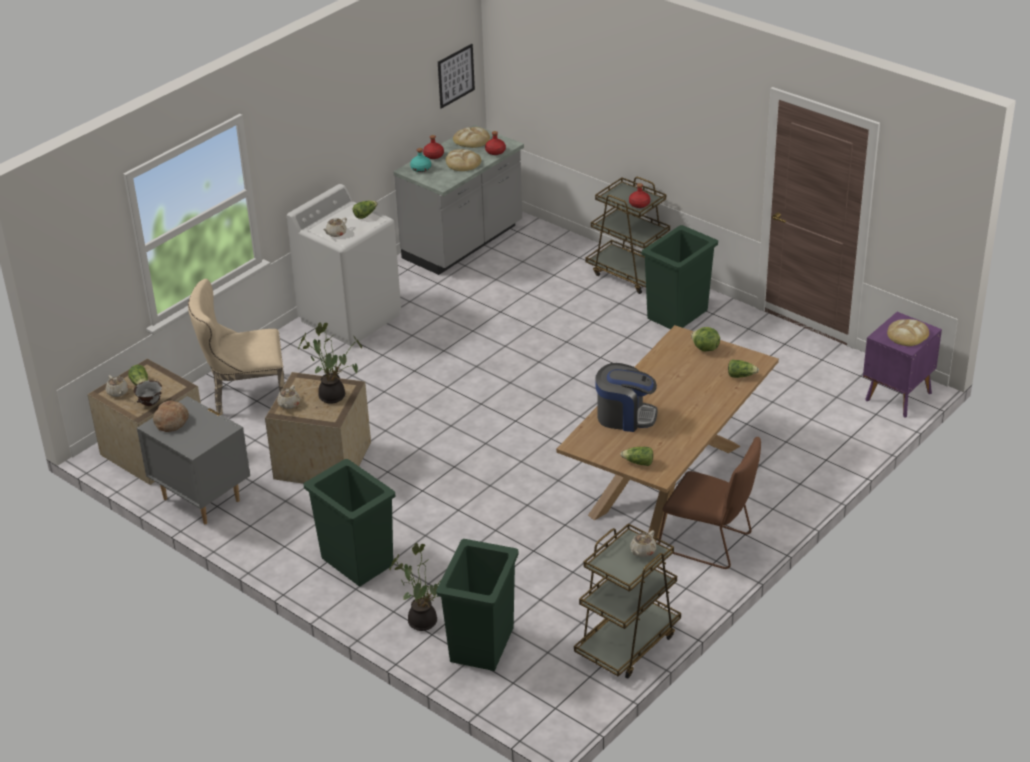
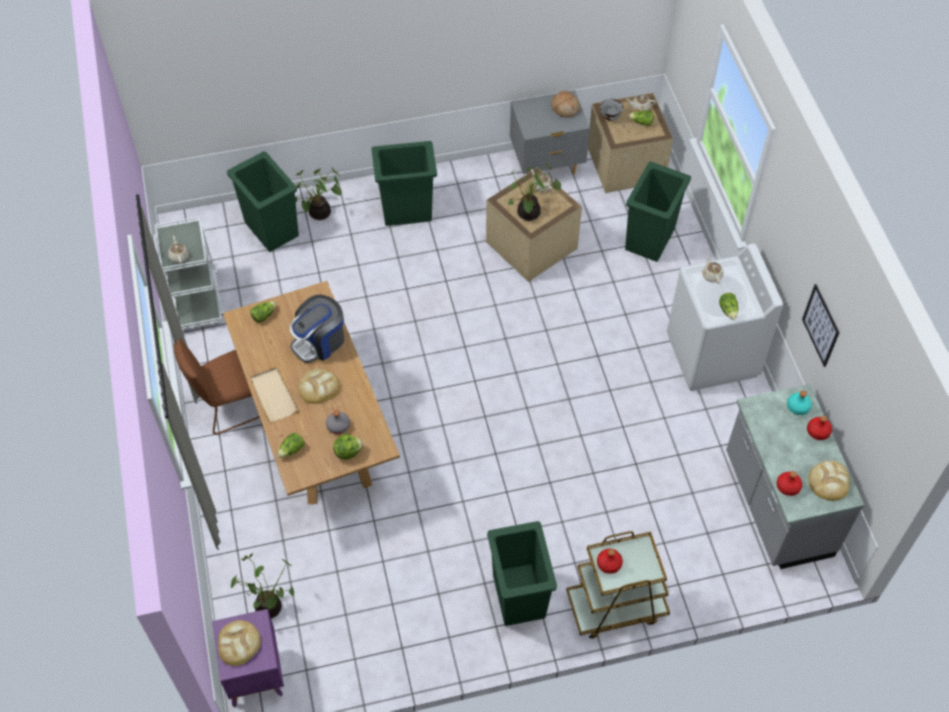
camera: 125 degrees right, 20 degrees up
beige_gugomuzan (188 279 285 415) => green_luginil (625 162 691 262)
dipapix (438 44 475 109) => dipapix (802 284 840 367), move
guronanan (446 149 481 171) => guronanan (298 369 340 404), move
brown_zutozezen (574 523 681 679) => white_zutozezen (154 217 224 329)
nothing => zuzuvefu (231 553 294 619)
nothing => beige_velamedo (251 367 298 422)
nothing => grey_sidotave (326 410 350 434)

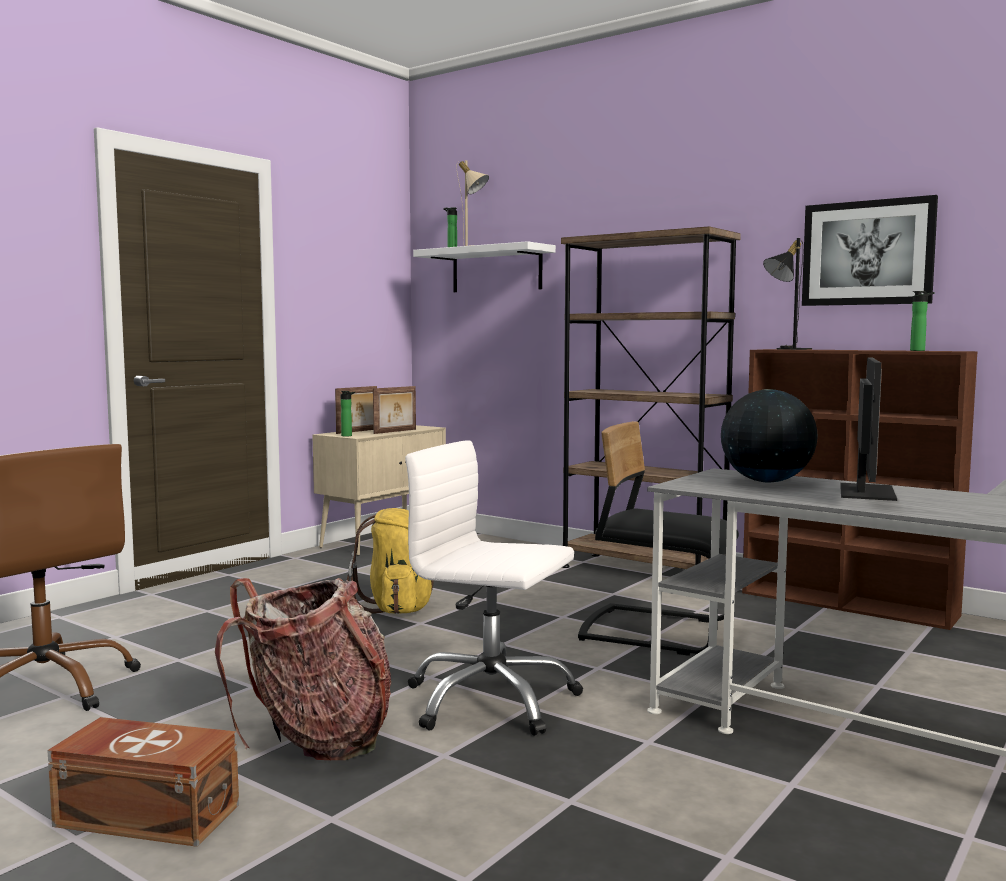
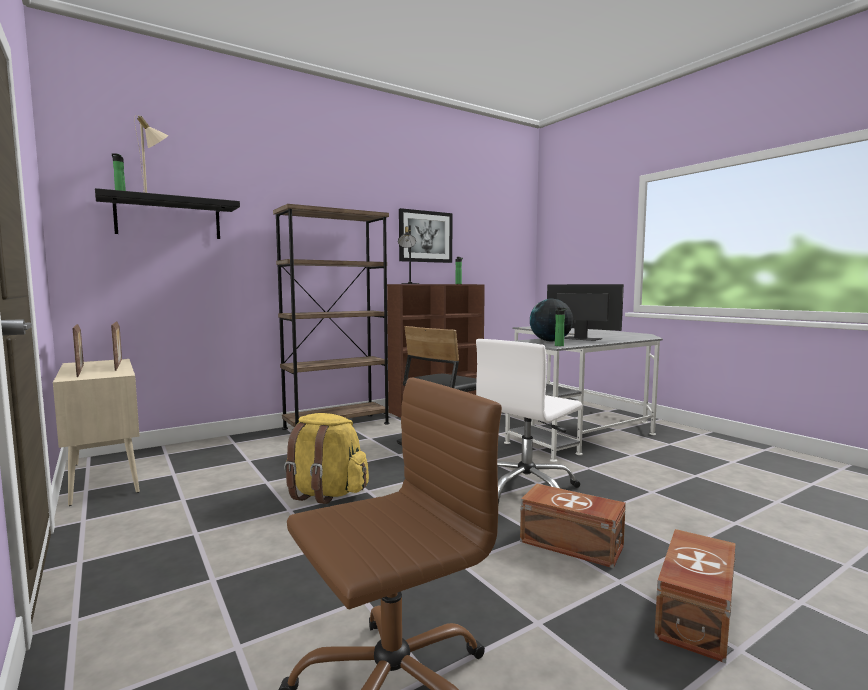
camera: 70 degrees left, 0 degrees up
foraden (215 578 391 760) => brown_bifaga (520 484 626 568)
sidotave (341 391 355 437) => sidotave (555 307 567 346), move
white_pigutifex (413 241 556 292) => black_pigutifex (95 188 240 239)

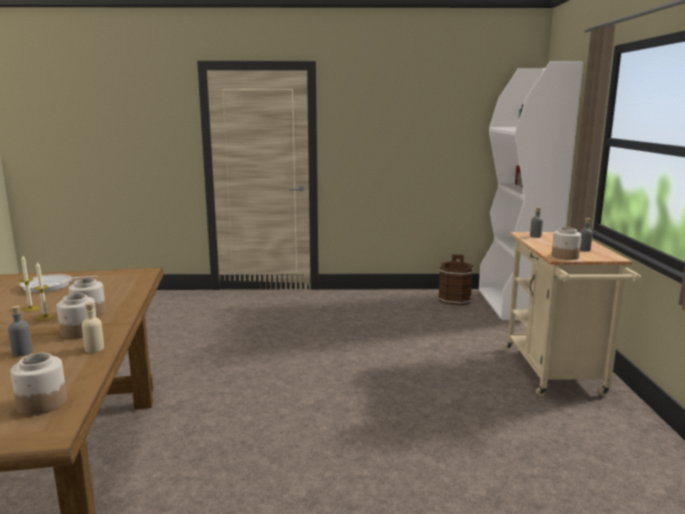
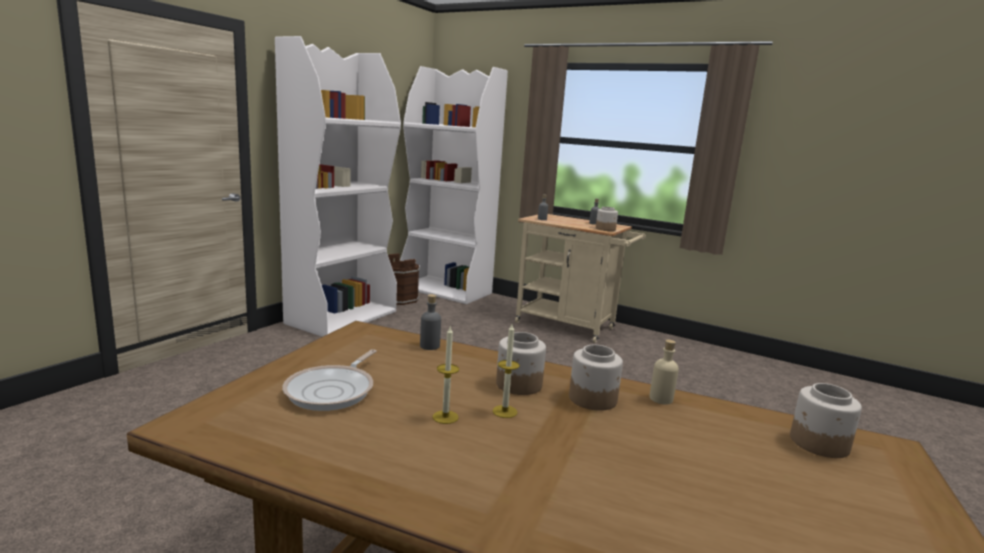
camera: 60 degrees left, 0 degrees up
grey_sidotave (8 305 33 357) => grey_sidotave (420 294 441 350), move
nothing => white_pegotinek (275 36 401 337)

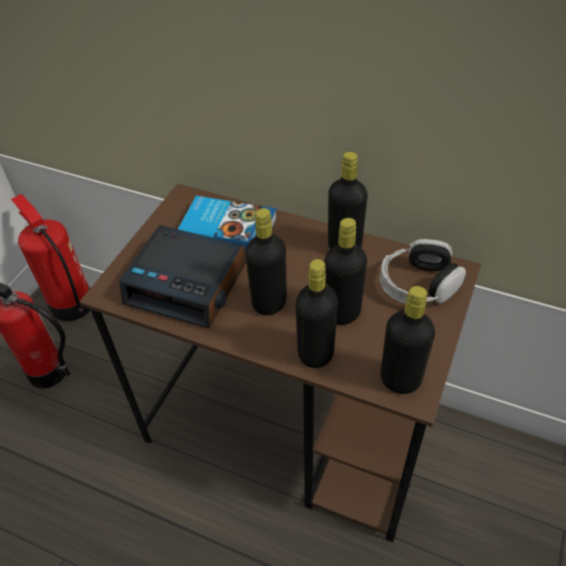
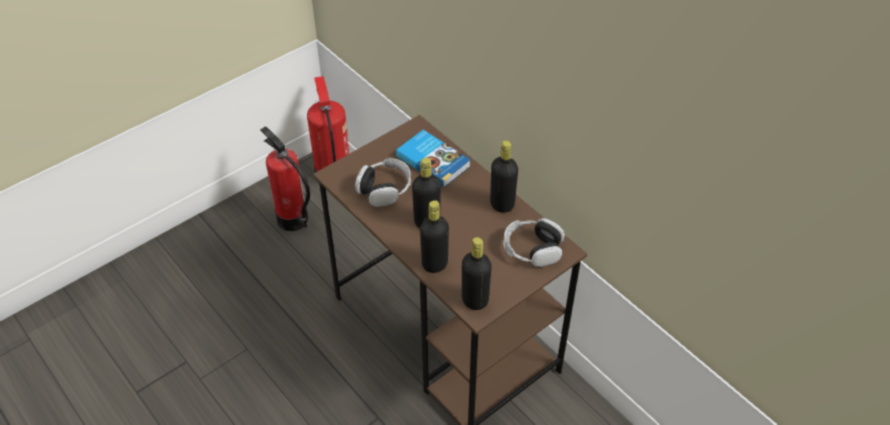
camera: 25 degrees right, 0 degrees up
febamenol (119 225 246 329) => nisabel (355 158 411 207)
black_sidotave (324 218 367 325) => nothing

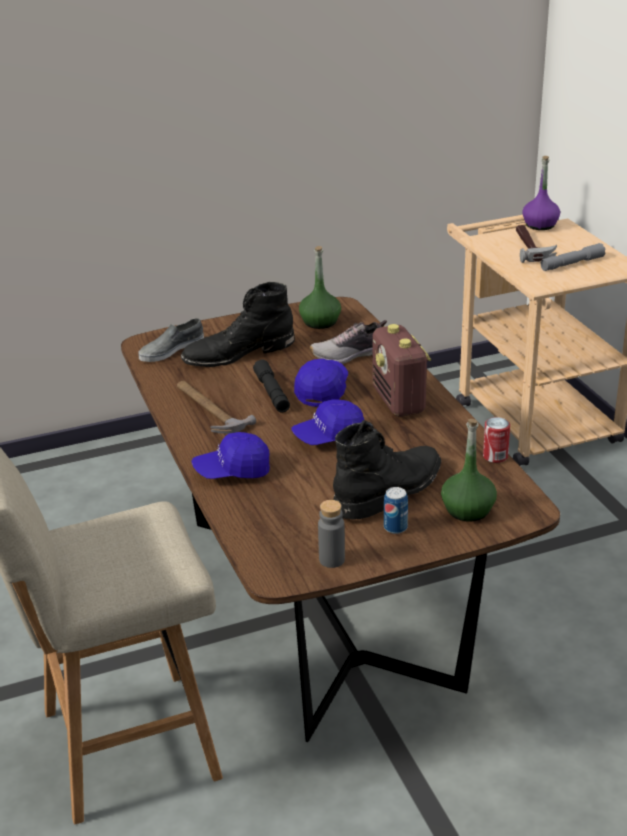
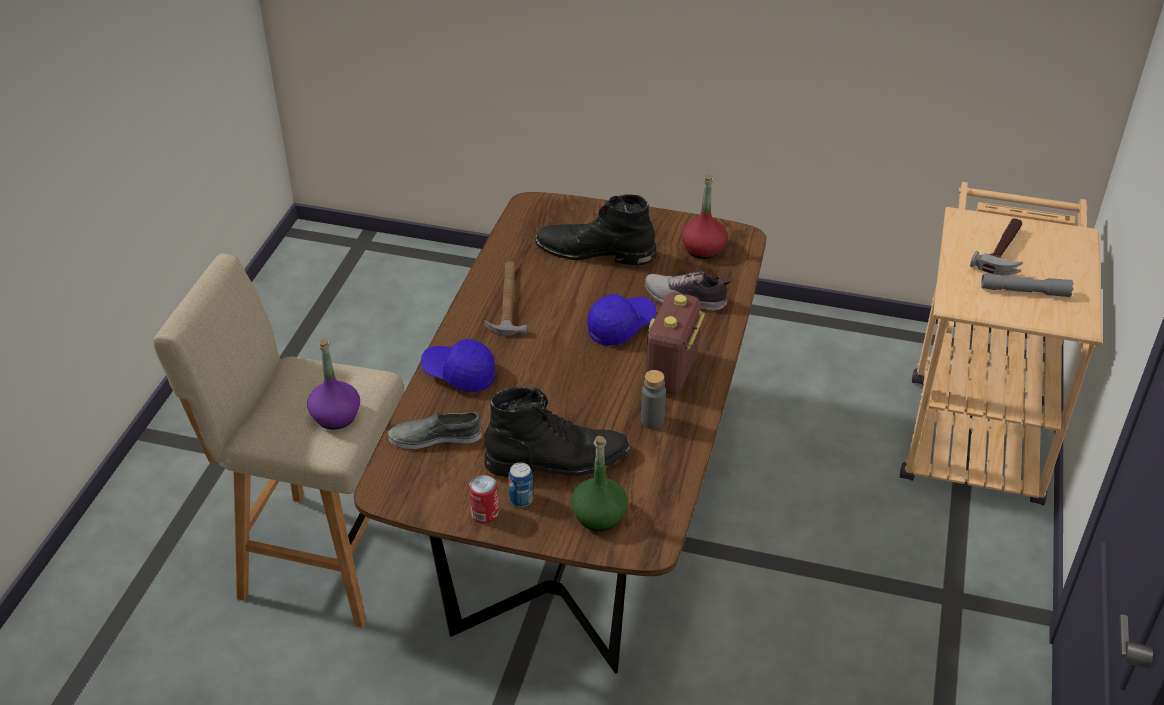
camera: 35 degrees right, 10 degrees up
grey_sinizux (138 318 204 362) => grey_sinizux (388 411 482 449), move
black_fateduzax (253 359 290 412) => nothing
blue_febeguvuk (291 399 364 445) => nothing
green_sidotave (299 246 341 329) => red_sidotave (681 174 727 259)
grey_sidotave (318 500 345 568) => grey_sidotave (641 370 666 429), move
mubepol (483 417 510 463) => mubepol (469 475 499 524), move
purple_sidotave (522 156 560 230) => purple_sidotave (307 338 360 430), move

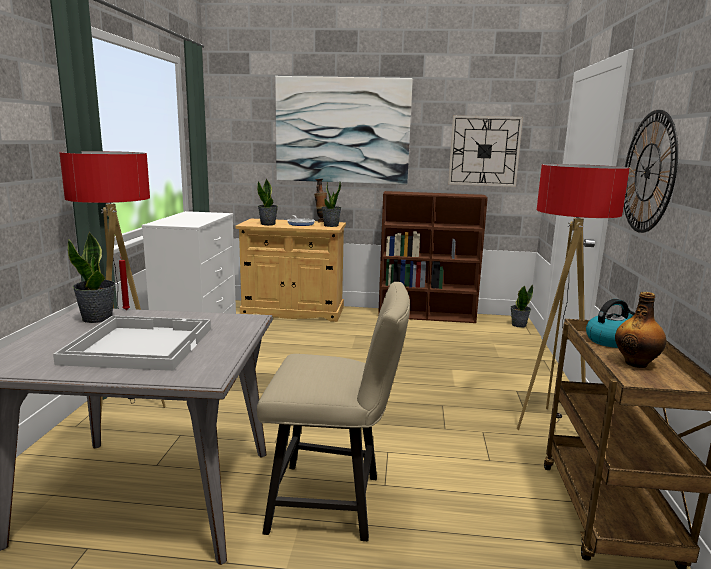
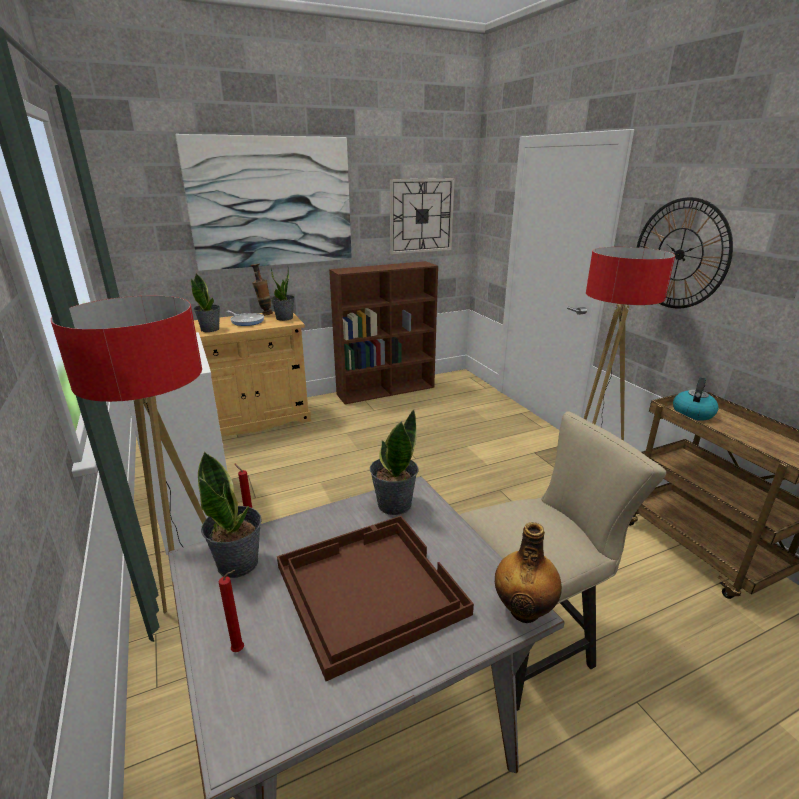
camera: 30 degrees left, 10 degrees up
white_velamedo (53 316 211 371) => brown_velamedo (277 516 474 681)
zuzuvefu (511 285 533 328) => zuzuvefu (370 410 418 515), move
sidotave (615 292 666 368) => sidotave (495 522 562 623), move
nothing => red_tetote (219 570 244 652)

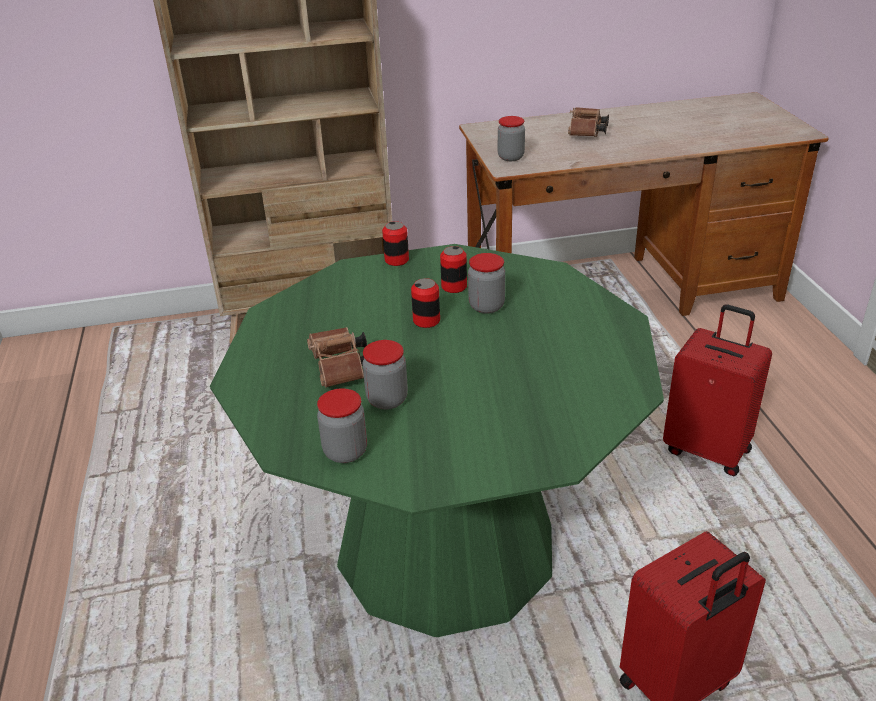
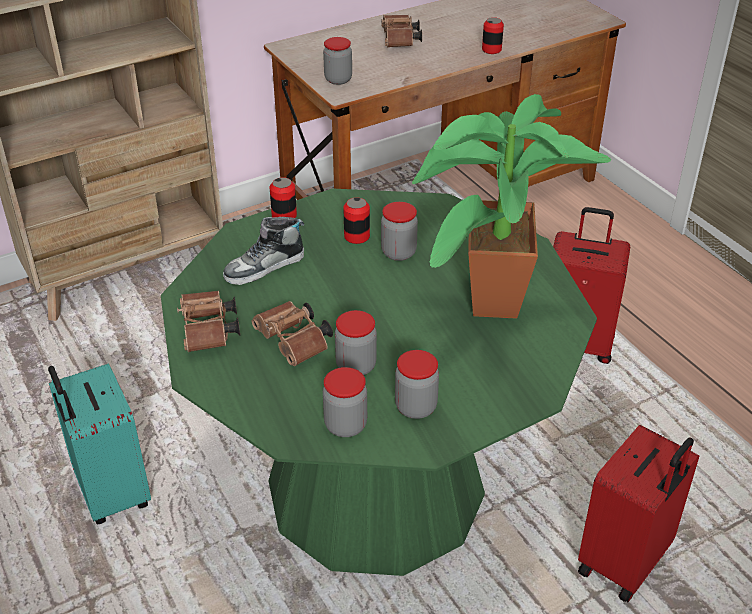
camera: 20 degrees left, 5 degrees up
mubepol (411 278 440 328) => mubepol (482 17 504 54), move
nothing => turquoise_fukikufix (48 363 151 524)
nothing => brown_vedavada (177 291 240 352)
nothing => sinizux (223 217 304 285)
nothing => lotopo (395 350 439 419)
nothing => zuzuvefu (412 94 611 319)

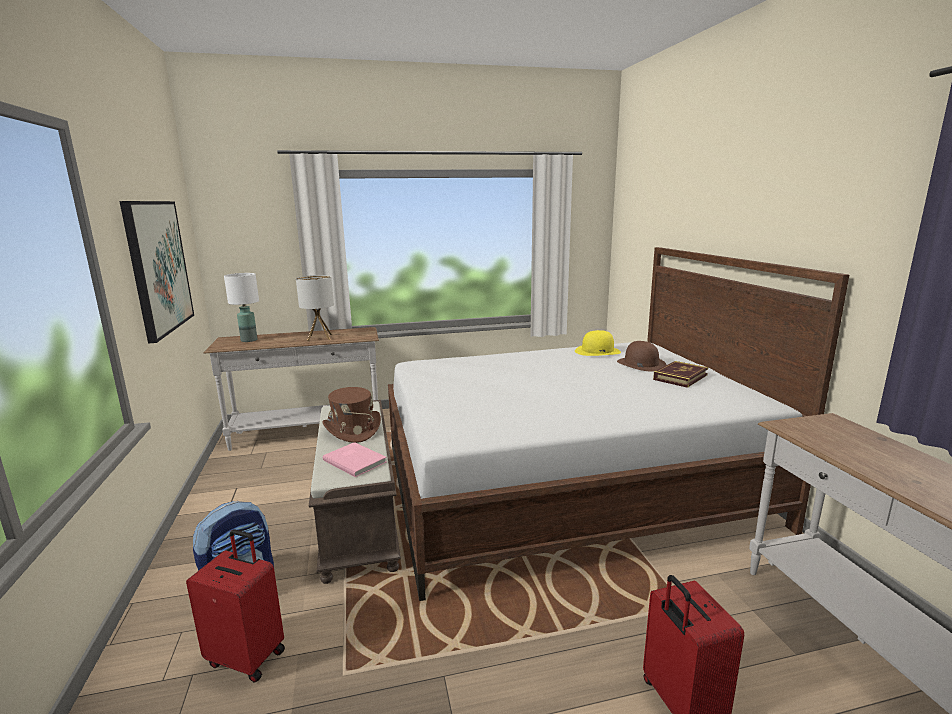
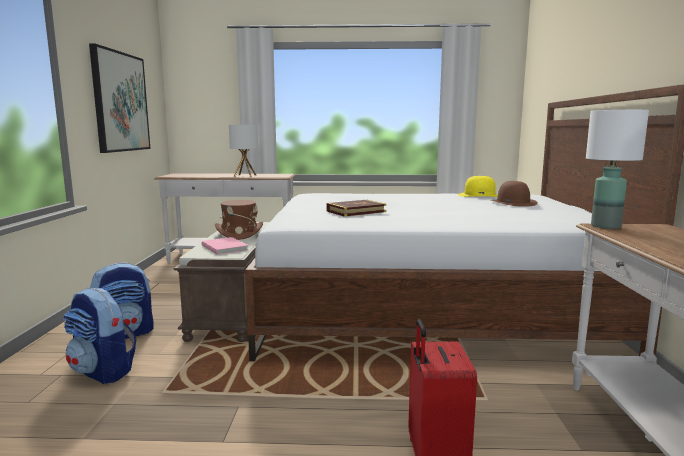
camera: 15 degrees right, 5 degrees down
red_fukikufix (186 529 285 683) => foraden (63 288 136 384)
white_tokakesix (224 273 259 342) => white_tokakesix (586 110 649 229), move
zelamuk (653 361 708 388) => zelamuk (327 200 386 217), move

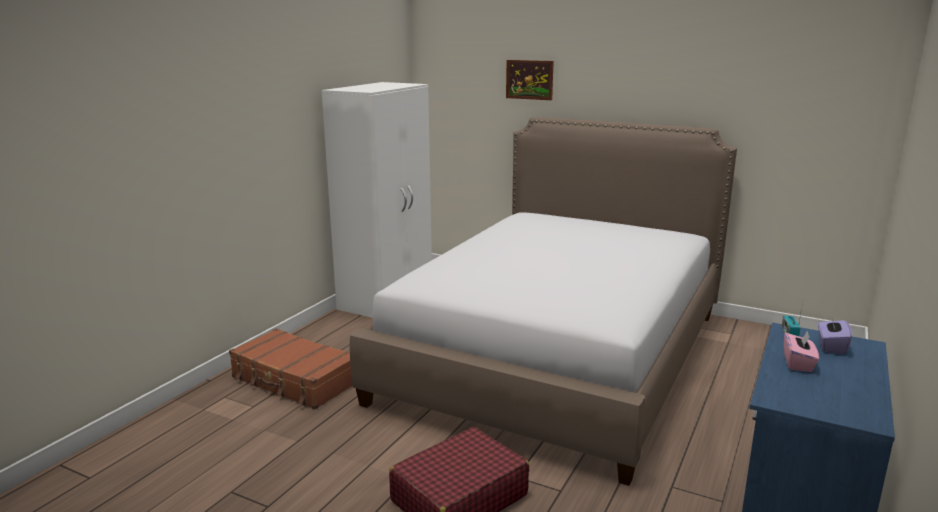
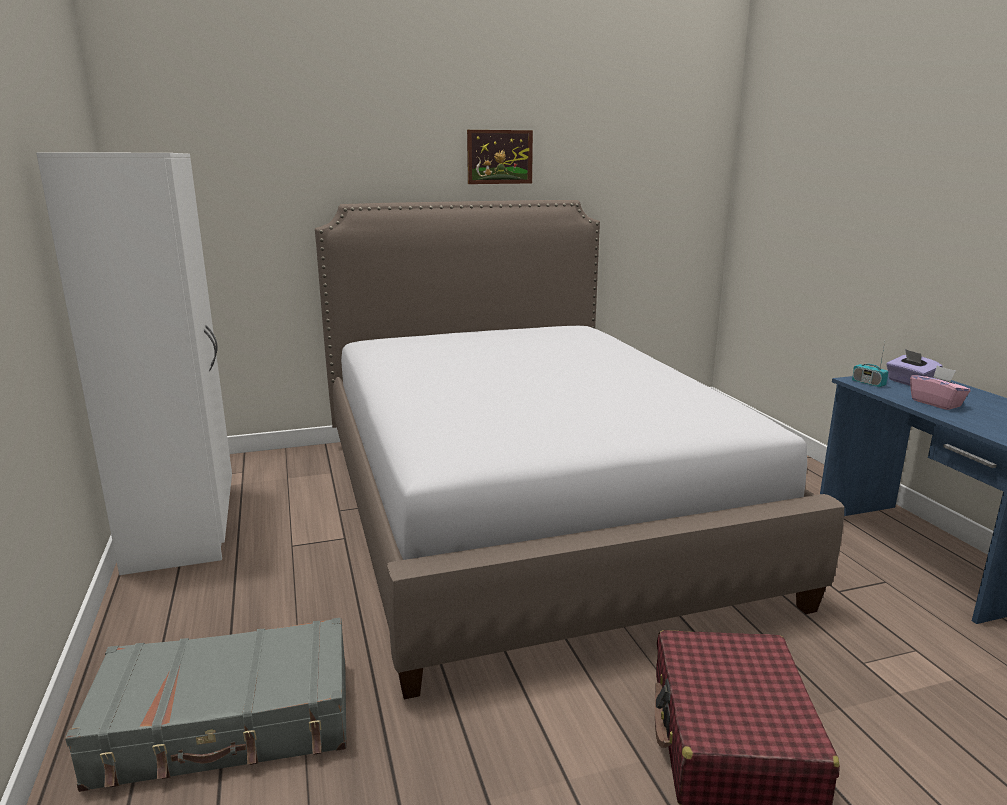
camera: 45 degrees left, 0 degrees up
brown_fukikufix (229 328 353 409) => grey_fukikufix (65 618 347 792)
dipapix (506 60 554 100) => dipapix (467 130 533 184), move

